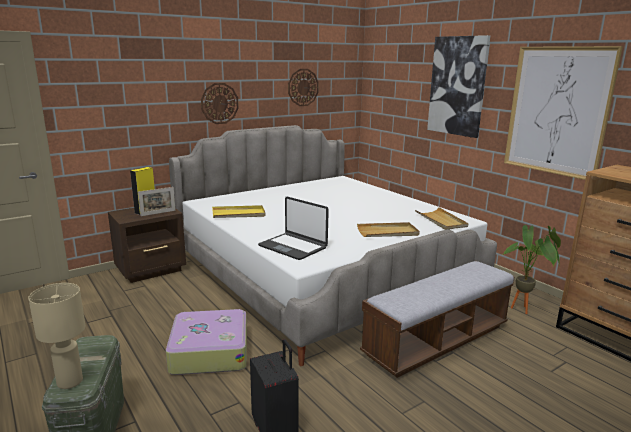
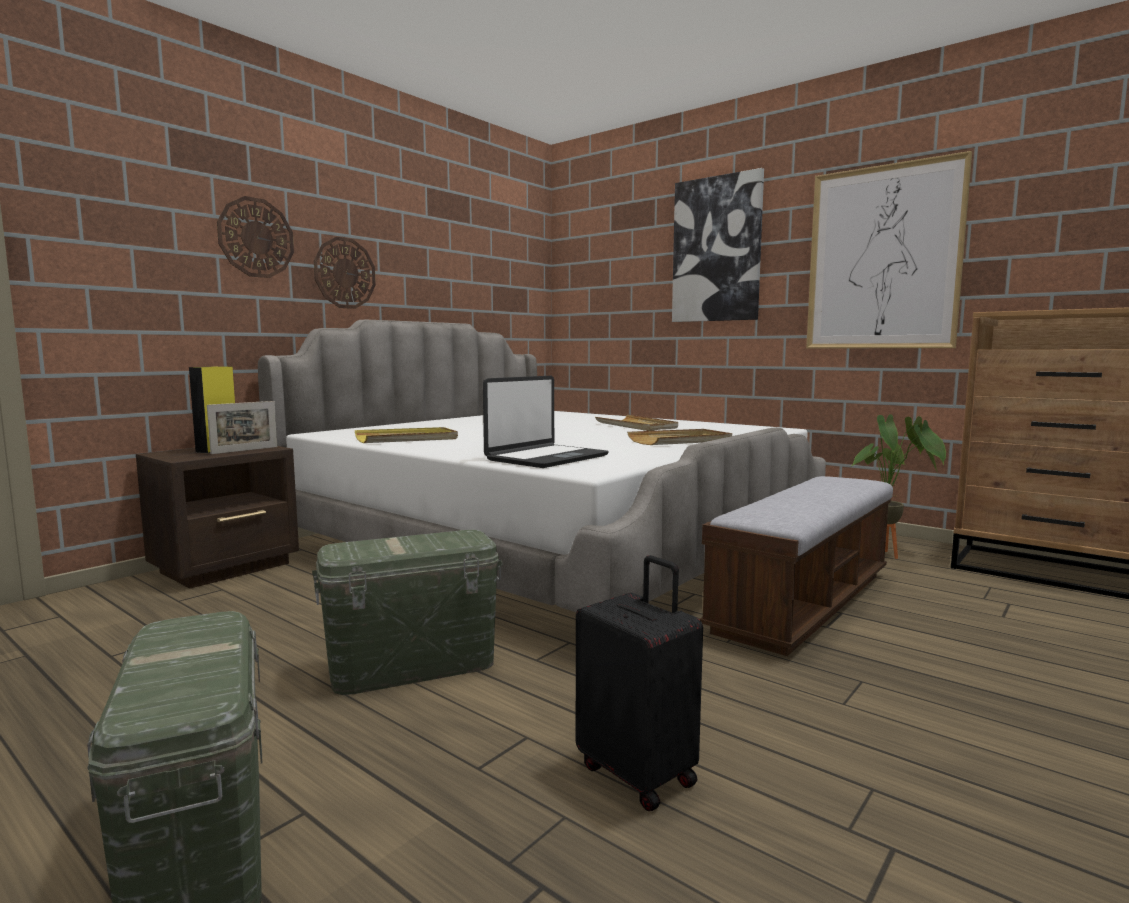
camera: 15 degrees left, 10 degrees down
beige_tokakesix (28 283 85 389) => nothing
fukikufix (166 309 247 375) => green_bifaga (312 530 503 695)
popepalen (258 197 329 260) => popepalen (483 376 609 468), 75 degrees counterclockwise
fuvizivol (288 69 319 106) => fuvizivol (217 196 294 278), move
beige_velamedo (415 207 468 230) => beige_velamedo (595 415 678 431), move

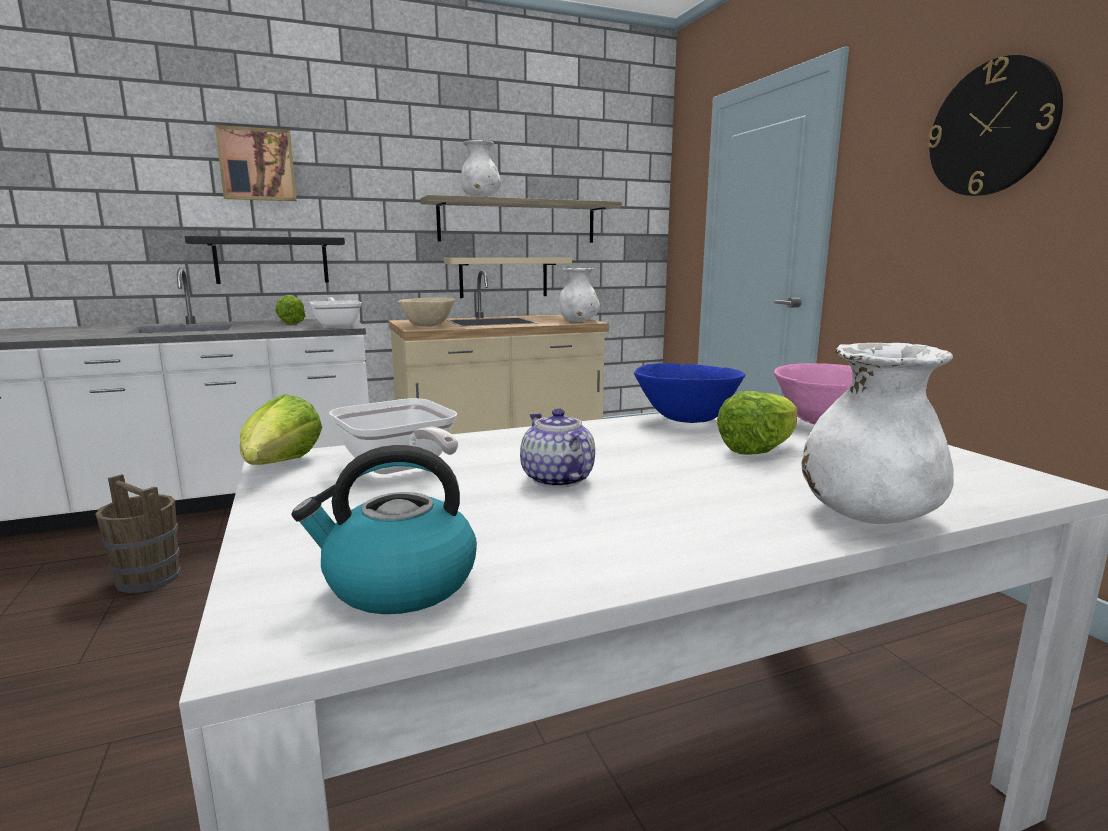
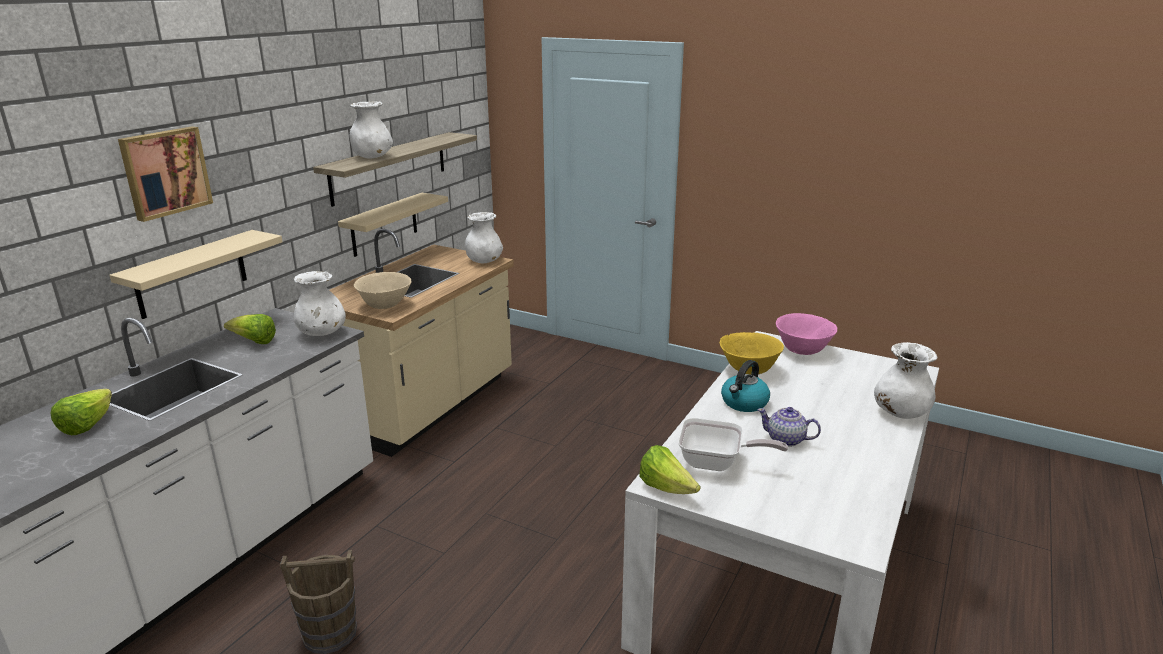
camera: 40 degrees left, 10 degrees up
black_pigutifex (185 236 345 284) => beige_pigutifex (110 230 282 319)
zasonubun (291 445 477 614) => zasonubun (721 360 770 412), move
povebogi (310 297 362 328) => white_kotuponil (294 271 346 336)
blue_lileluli (634 363 745 423) => yellow_lileluli (719 332 784 375)
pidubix (716 391 798 455) => pidubix (51 389 112 435), move
fuvizivol (928 55 1063 196) => nothing

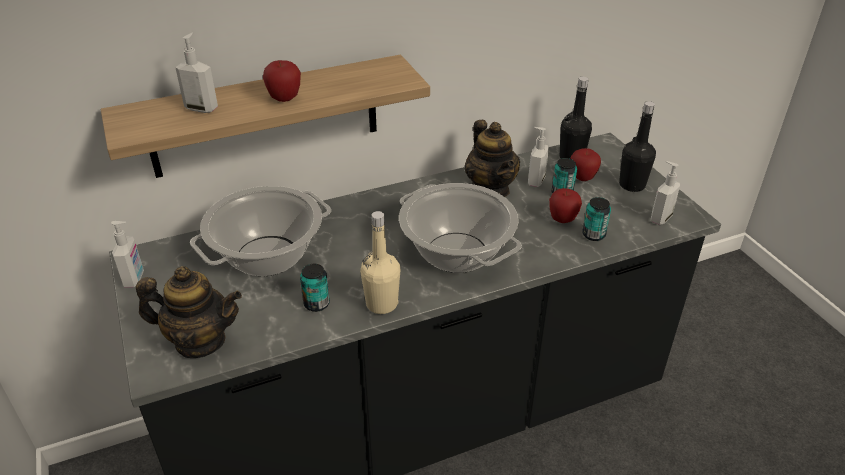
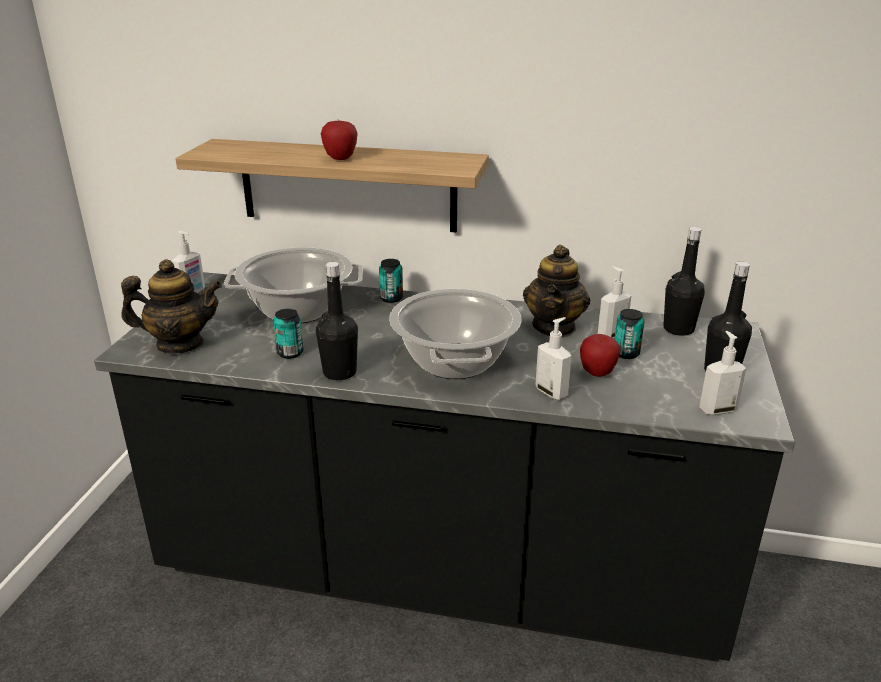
camera: 35 degrees right, 10 degrees down
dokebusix (136 266 242 358) => dokebusix (121 259 222 354), 45 degrees counterclockwise
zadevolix (175 33 218 113) => zadevolix (535 317 572 400), move
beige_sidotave (360 211 400 314) => black_sidotave (316 262 358 380)
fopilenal (570 148 601 181) => nothing
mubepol (582 197 611 241) => mubepol (379 259 403 303), move

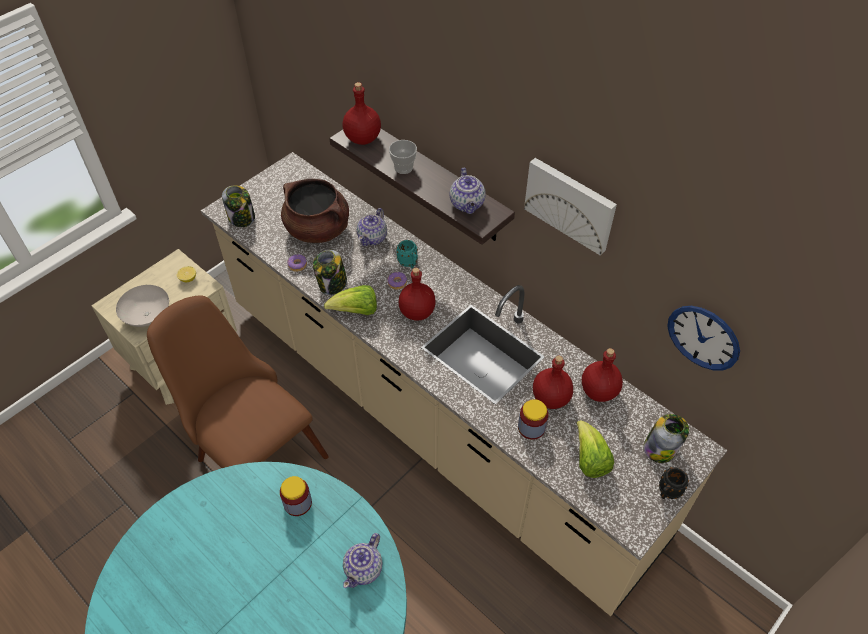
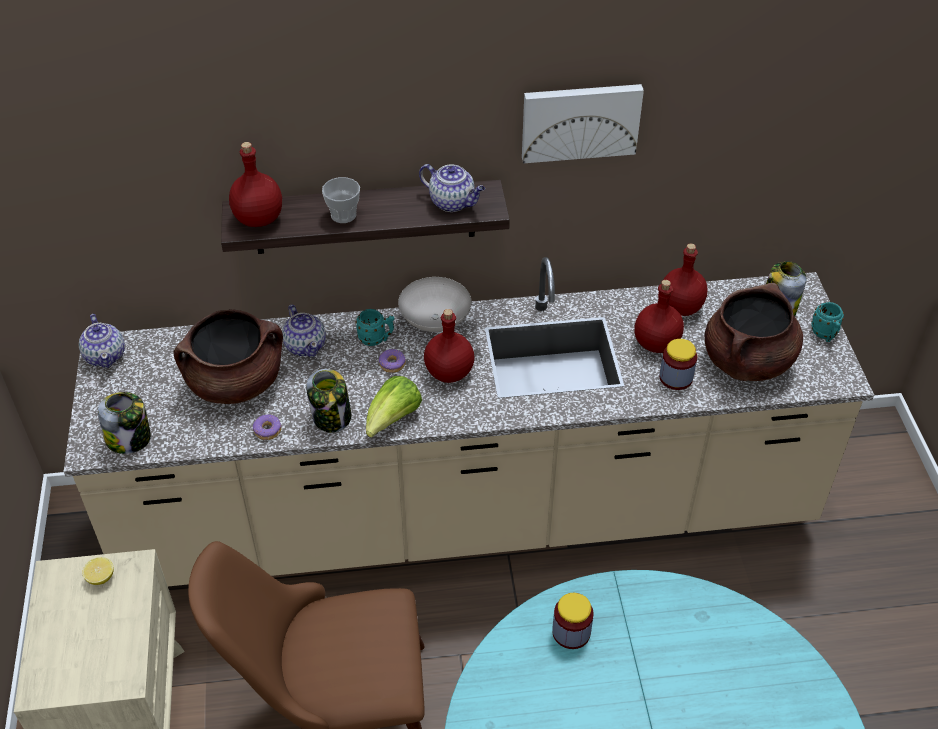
camera: 50 degrees left, 5 degrees down
white_lileluli (116 285 169 327) => white_lileluli (398 277 471 332), move
dokebusix (343 533 382 588) => dokebusix (79 314 125 368), move
pidubix (576 420 614 478) => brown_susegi (705 283 803 381)
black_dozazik (659 467 689 499) => turquoise_dozazik (811 302 844 342)
fuvizivol (667 306 740 370) => nothing

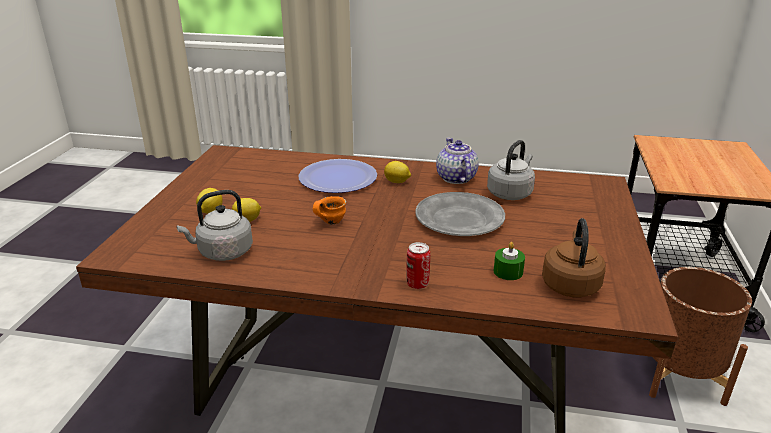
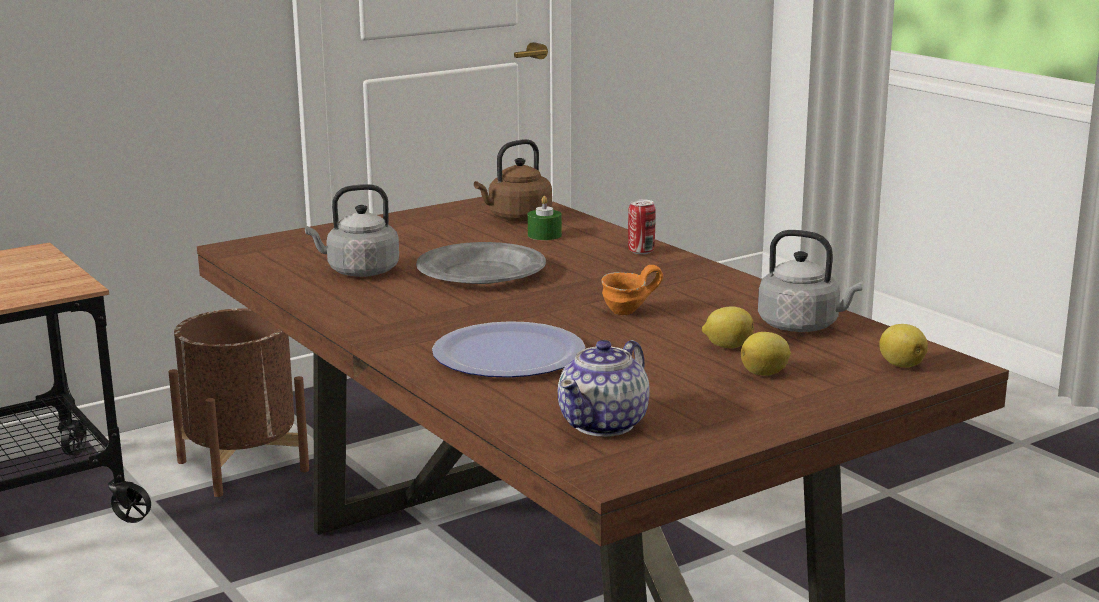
camera: 135 degrees left, 10 degrees down
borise (384 161 411 183) => borise (879 324 928 368), move
dokebusix (436 138 479 184) => dokebusix (558 340 650 437), move

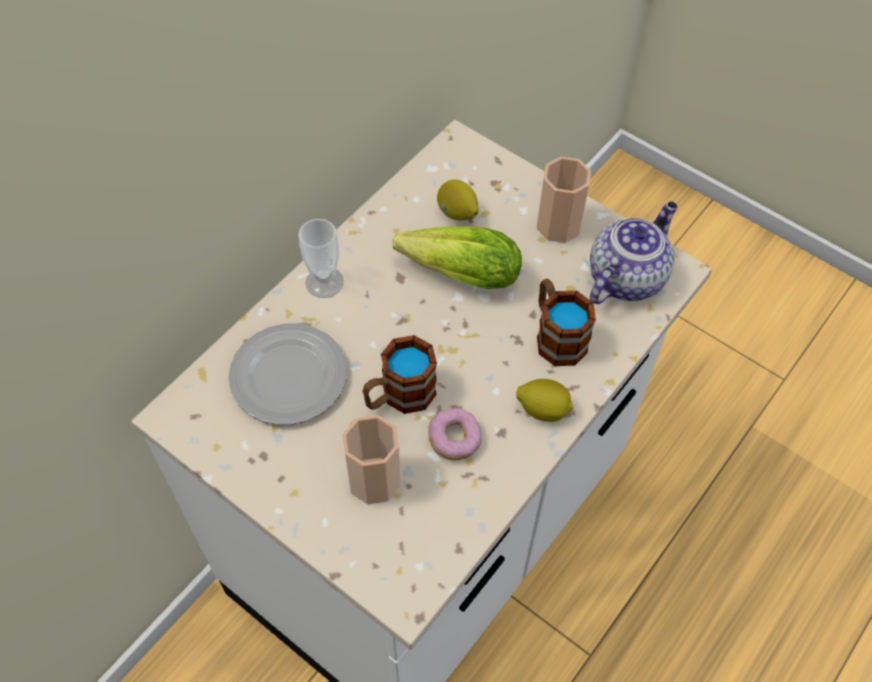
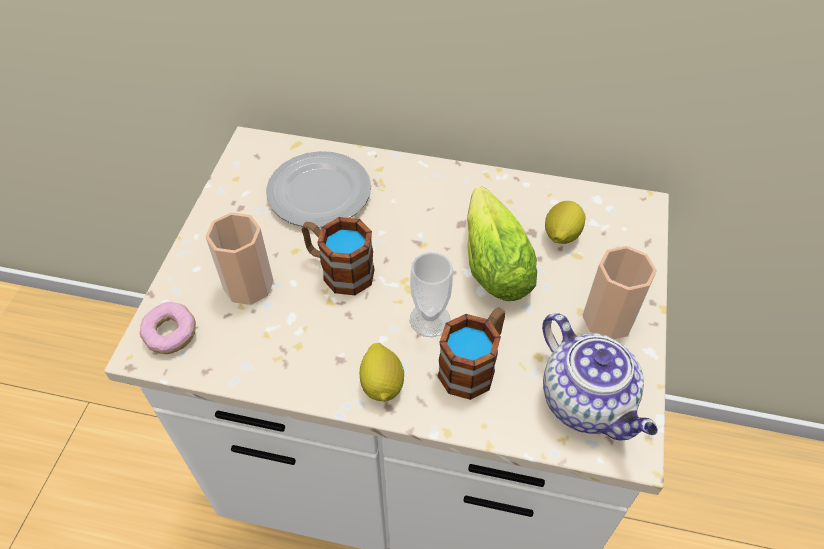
camera: 65 degrees right, 5 degrees down
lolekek (298 219 344 298) => lolekek (410 252 453 337), move
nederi (428 408 482 460) => nederi (140 302 196 354), move
dokebusix (590 201 678 304) => dokebusix (542 313 658 441), 45 degrees clockwise

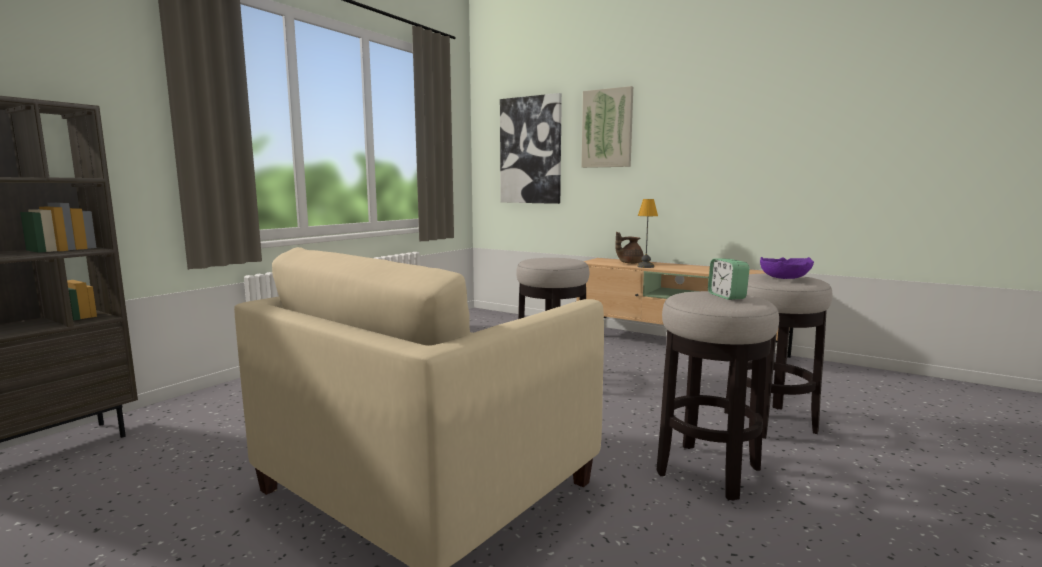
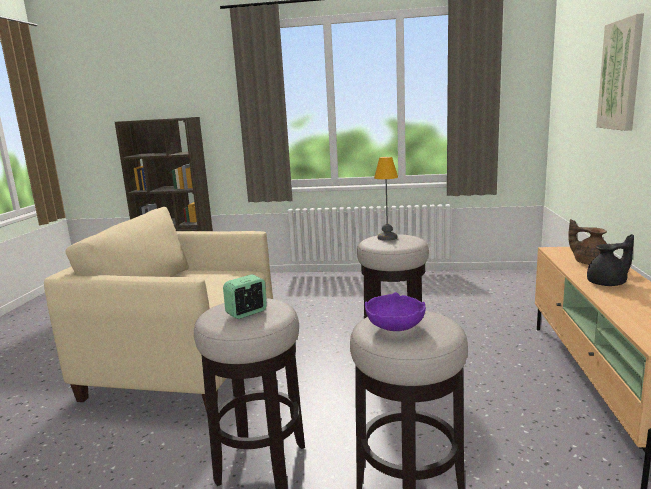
camera: 65 degrees right, 5 degrees up
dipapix (500 93 562 204) => nothing
tokakesix (637 199 658 268) => tokakesix (374 157 398 241), move
nothing => black_dokebusix (587 234 634 286)

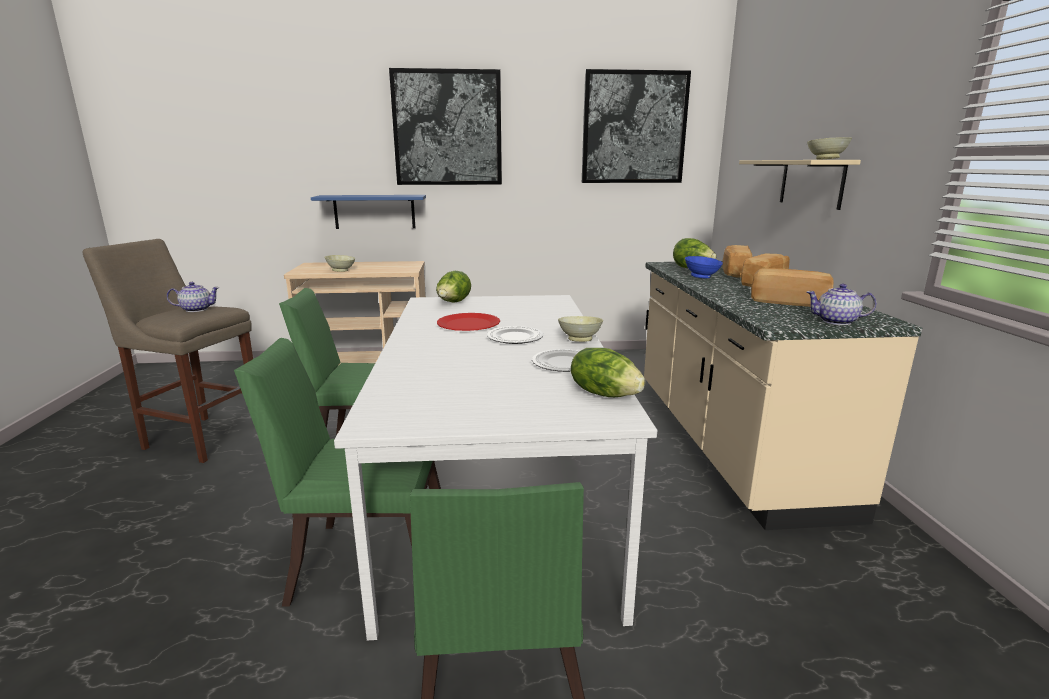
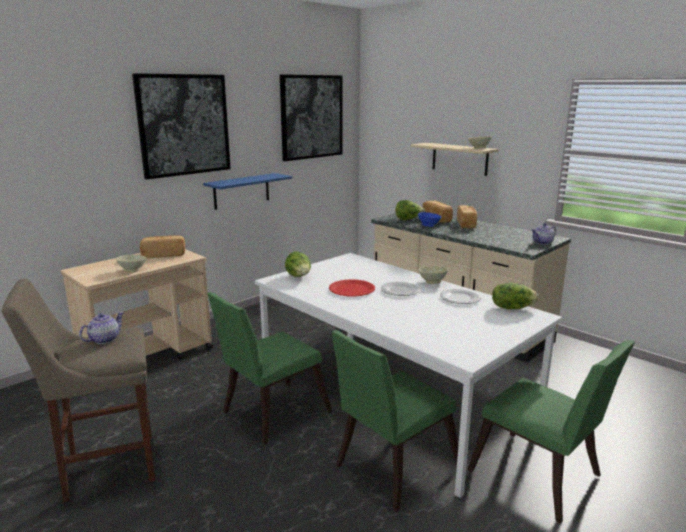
camera: 40 degrees left, 0 degrees up
blue_pigutifex (311 195 426 229) => blue_pigutifex (203 173 292 210), move
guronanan (751 268 834 307) => guronanan (140 235 185 258), move

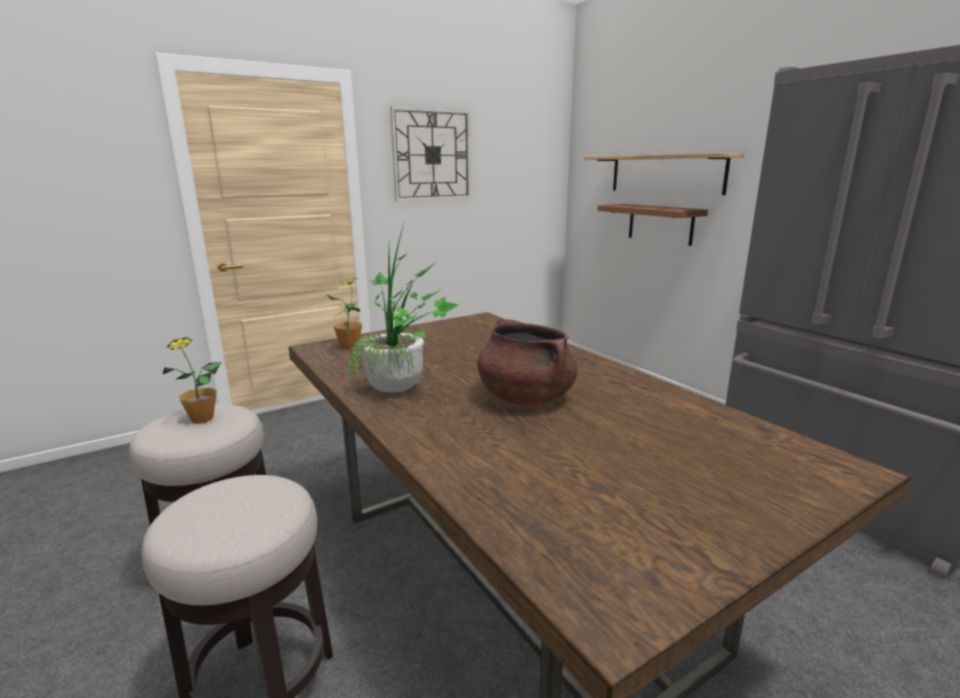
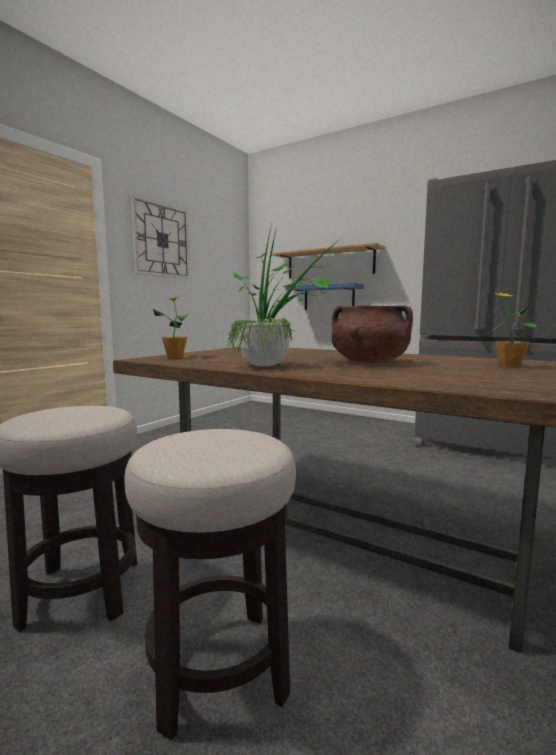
camera: 25 degrees left, 10 degrees down
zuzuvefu (163 337 221 424) => zuzuvefu (490 292 538 367), move
brown_pigutifex (597 204 708 246) => blue_pigutifex (285 283 364 310)

